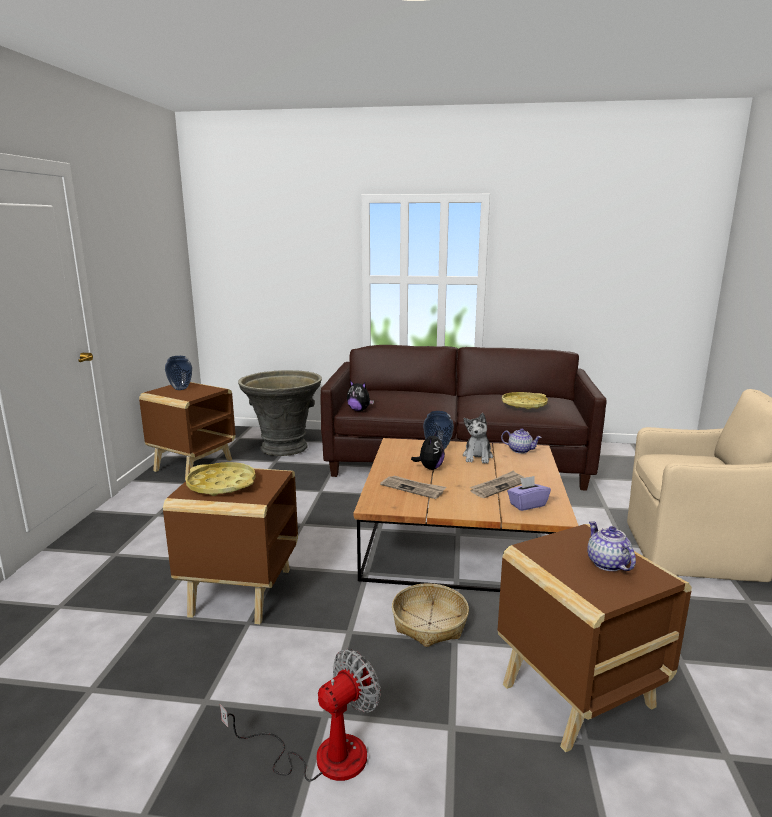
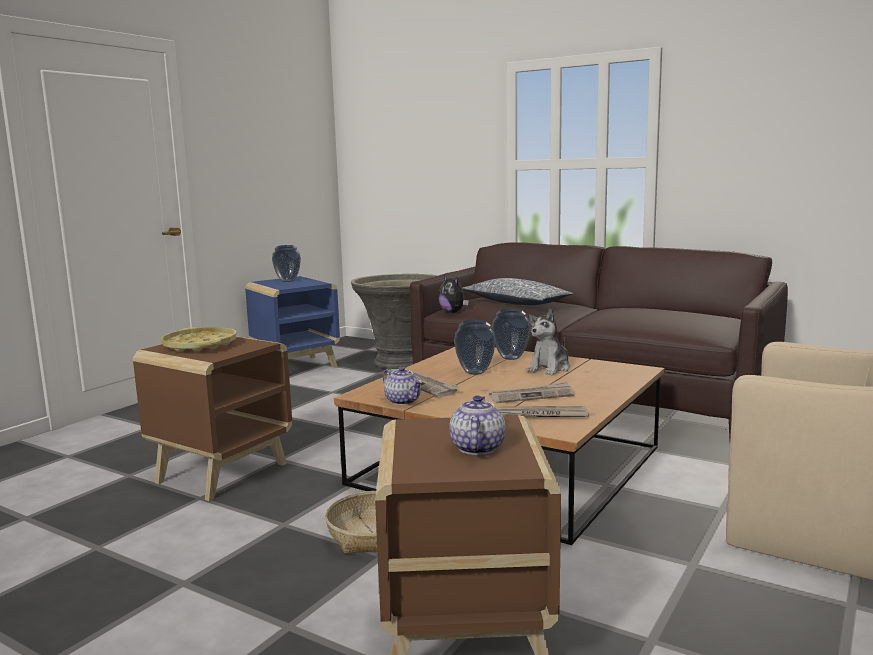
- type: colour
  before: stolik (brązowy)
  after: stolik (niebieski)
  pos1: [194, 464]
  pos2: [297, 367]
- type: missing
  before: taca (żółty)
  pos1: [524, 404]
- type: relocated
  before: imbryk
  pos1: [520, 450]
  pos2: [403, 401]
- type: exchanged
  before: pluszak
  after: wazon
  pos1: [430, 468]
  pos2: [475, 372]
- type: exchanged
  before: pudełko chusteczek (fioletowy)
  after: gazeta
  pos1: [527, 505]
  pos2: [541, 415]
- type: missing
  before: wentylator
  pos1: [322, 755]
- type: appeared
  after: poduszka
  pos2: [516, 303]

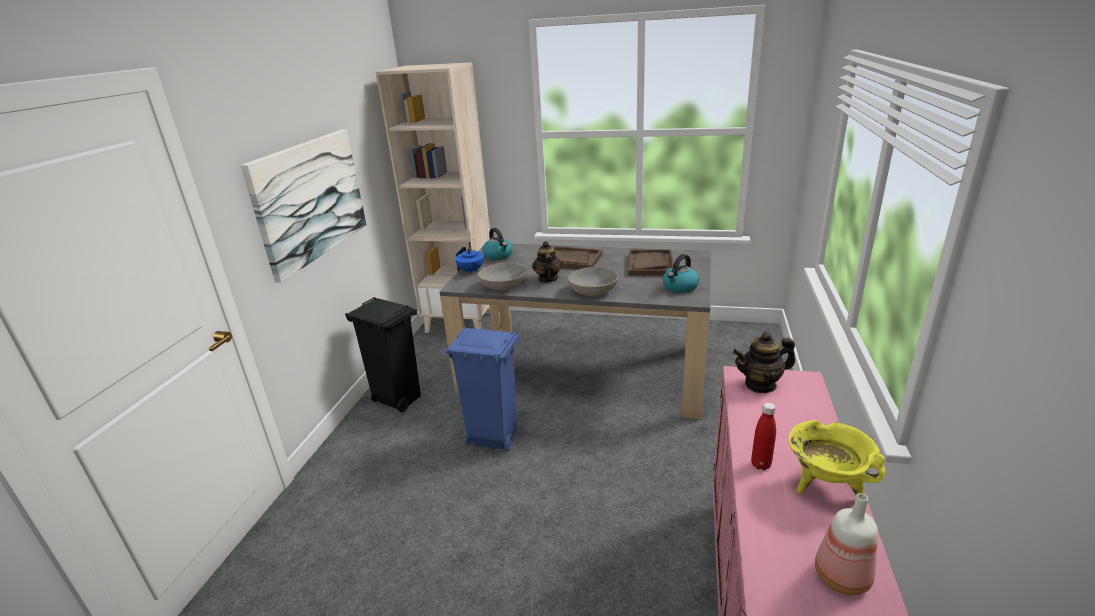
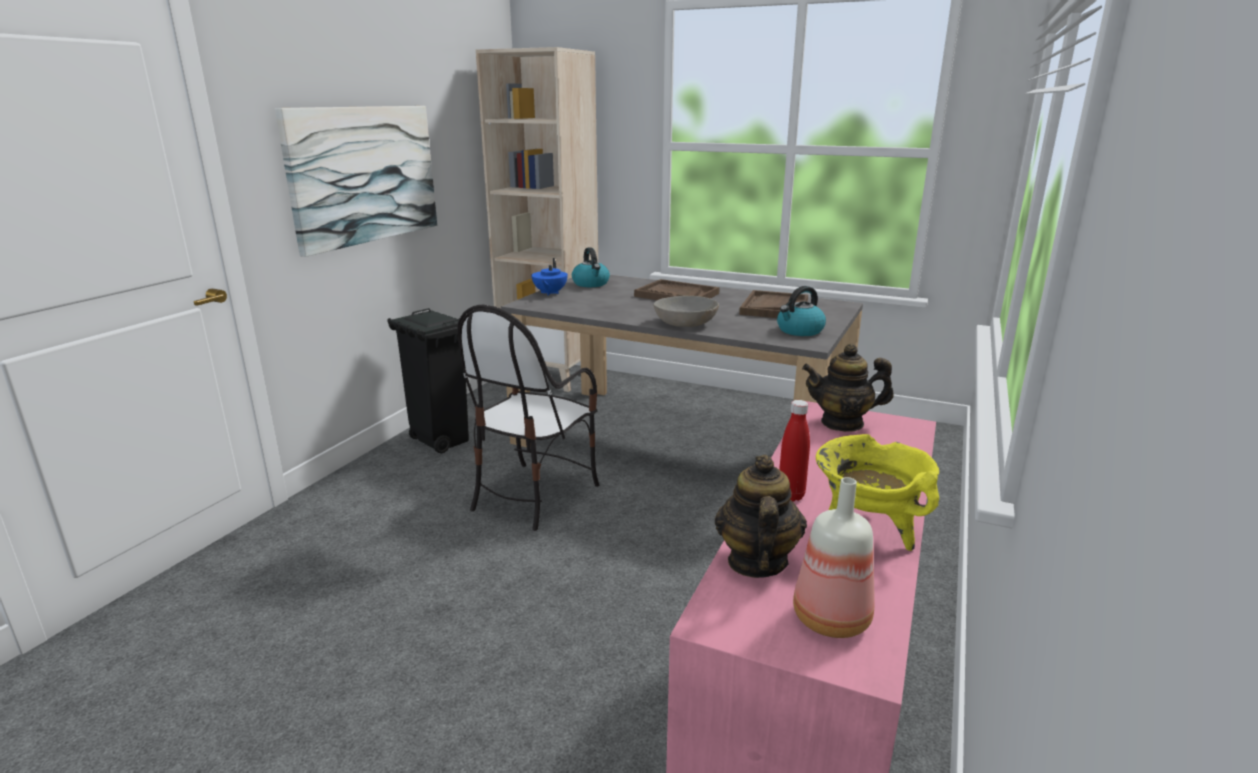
- type: relocated
  before: imbryk
  pos1: [547, 279]
  pos2: [756, 562]
- type: missing
  before: miska (szary)
  pos1: [503, 285]
- type: exchanged
  before: kosz na śmieci (niebieski)
  after: krzesło
  pos1: [493, 438]
  pos2: [533, 495]

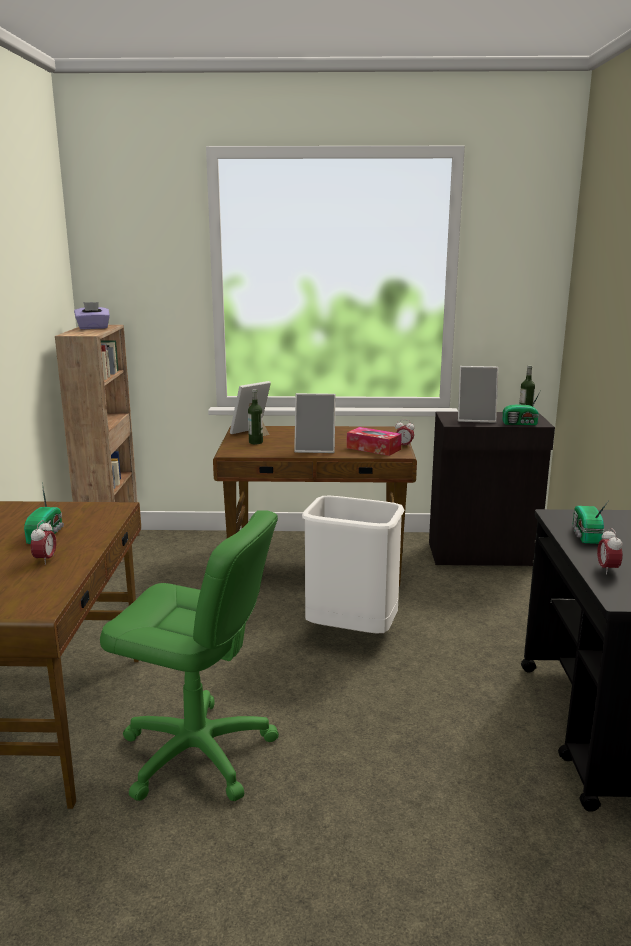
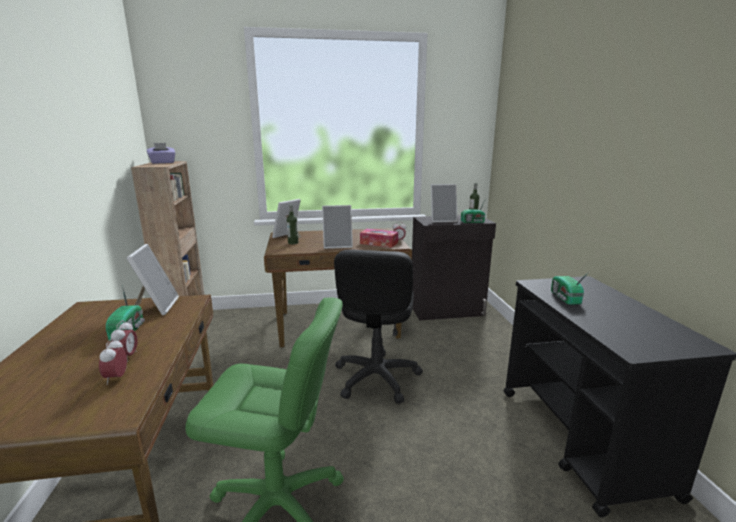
- type: exchanged
  before: kosz na śmieci (biały)
  after: krzesło biurowe (czarny)
  pos1: [350, 632]
  pos2: [376, 378]
- type: relocated
  before: budzik
  pos1: [607, 569]
  pos2: [116, 378]
- type: appeared
  after: ramka na zdjęcie
  pos2: [156, 306]

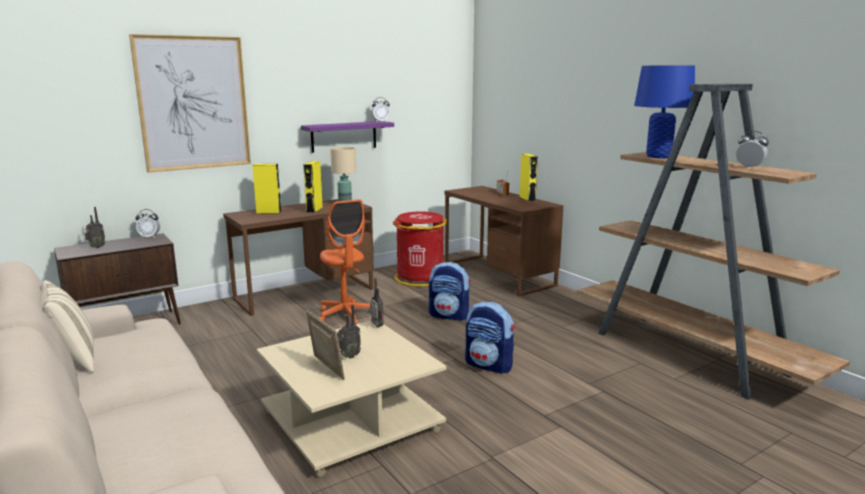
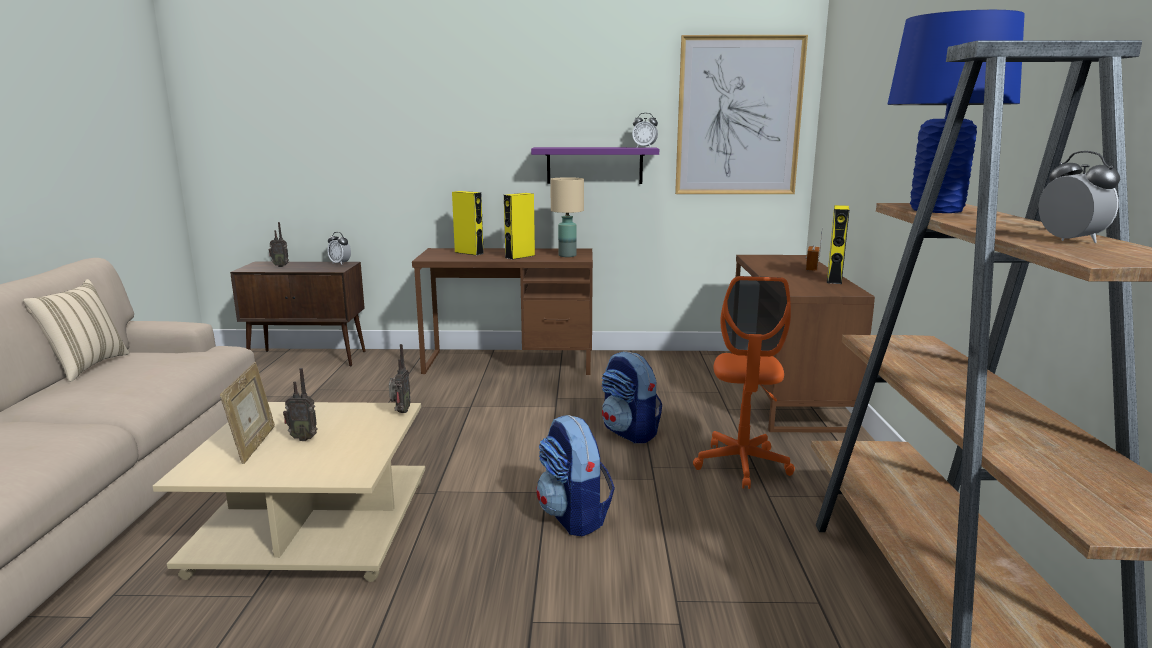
- type: relocated
  before: obraz
  pos1: [193, 103]
  pos2: [738, 116]
- type: relocated
  before: krzesło biurowe (pomarańczowy)
  pos1: [345, 315]
  pos2: [742, 465]
- type: missing
  before: kosz na śmieci (czerwony)
  pos1: [420, 278]

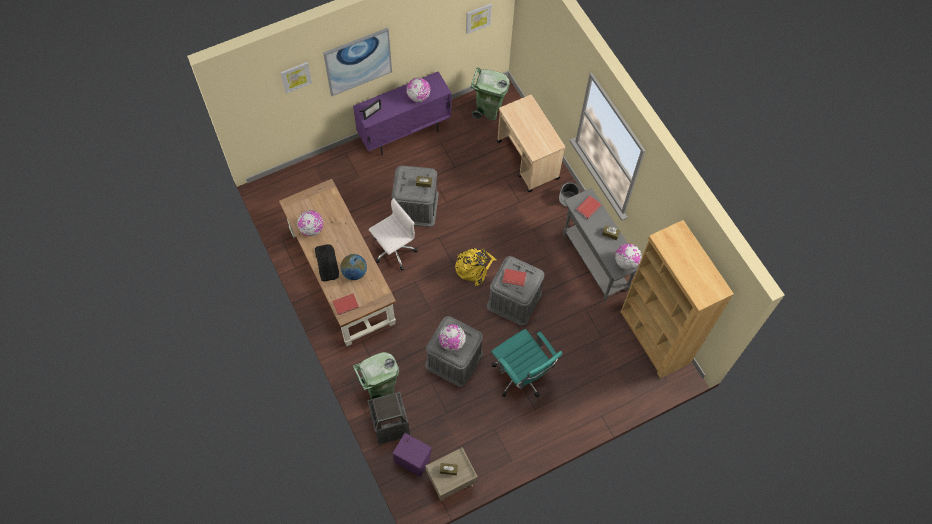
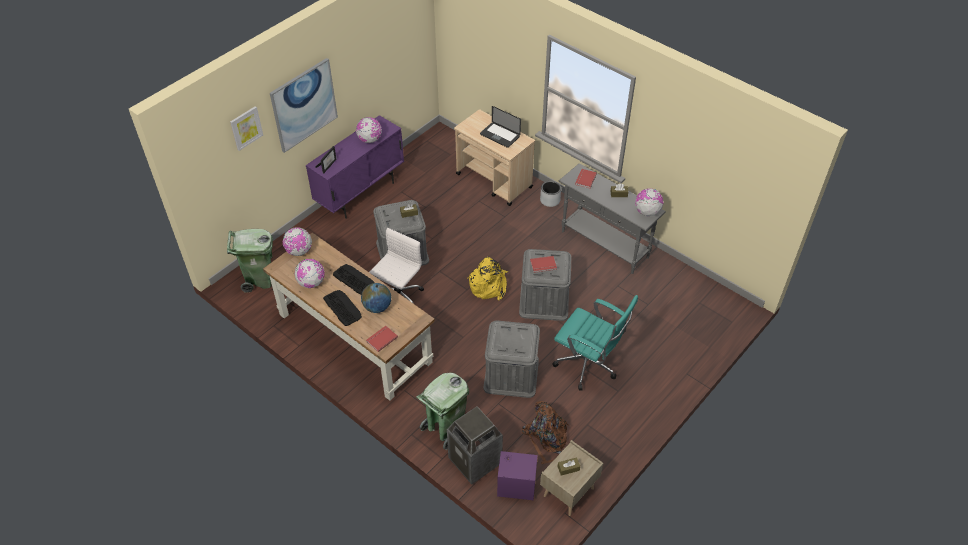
- type: missing
  before: obraz
  pos1: [478, 18]
- type: relocated
  before: kosz na śmieci (zielony)
  pos1: [488, 110]
  pos2: [259, 279]
- type: missing
  before: regał (brązowy)
  pos1: [654, 338]
- type: relocated
  before: globus
  pos1: [452, 342]
  pos2: [299, 251]
- type: appeared
  after: laptop
  pos2: [500, 135]
- type: appeared
  after: klawiatura
  pos2: [354, 280]
- type: appeared
  after: plecak (brązowy)
  pos2: [546, 438]

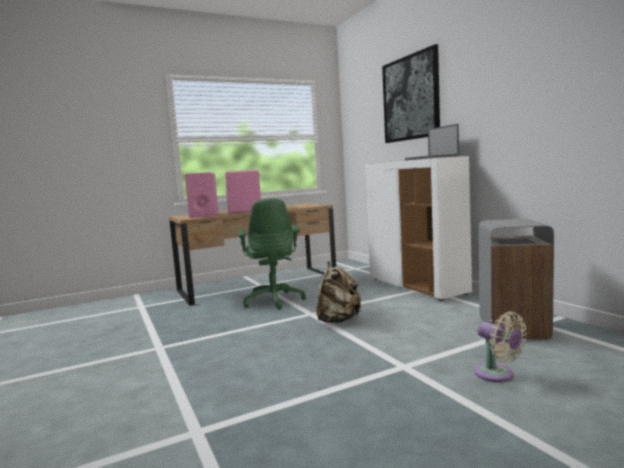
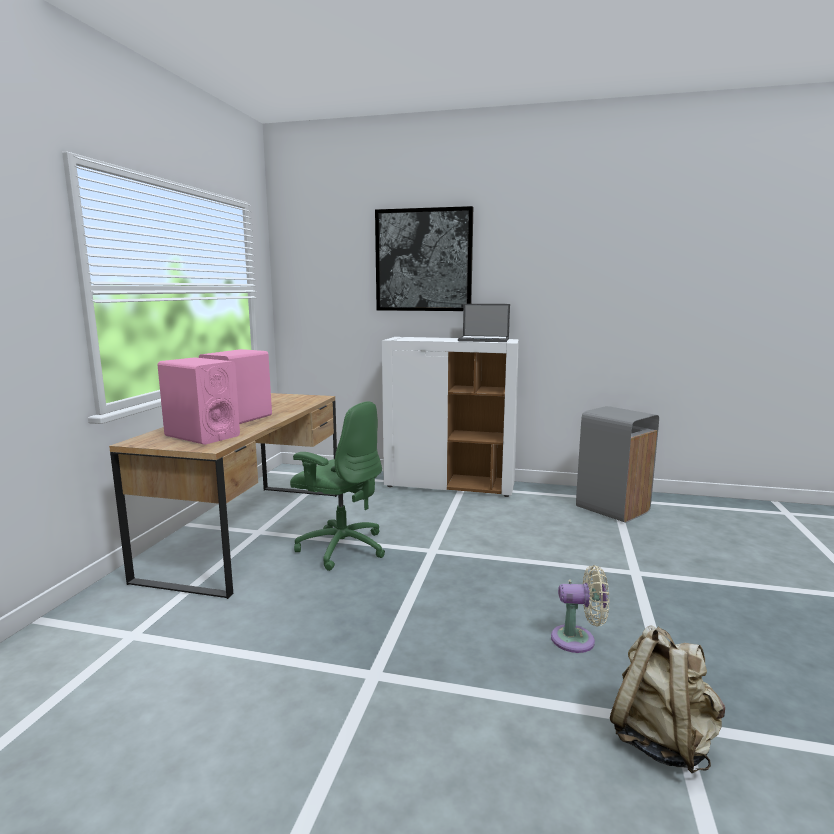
- type: relocated
  before: plecak (beżowy)
  pos1: [338, 320]
  pos2: [662, 740]
- type: relocated
  before: wentylator (beżowy)
  pos1: [497, 375]
  pos2: [578, 640]

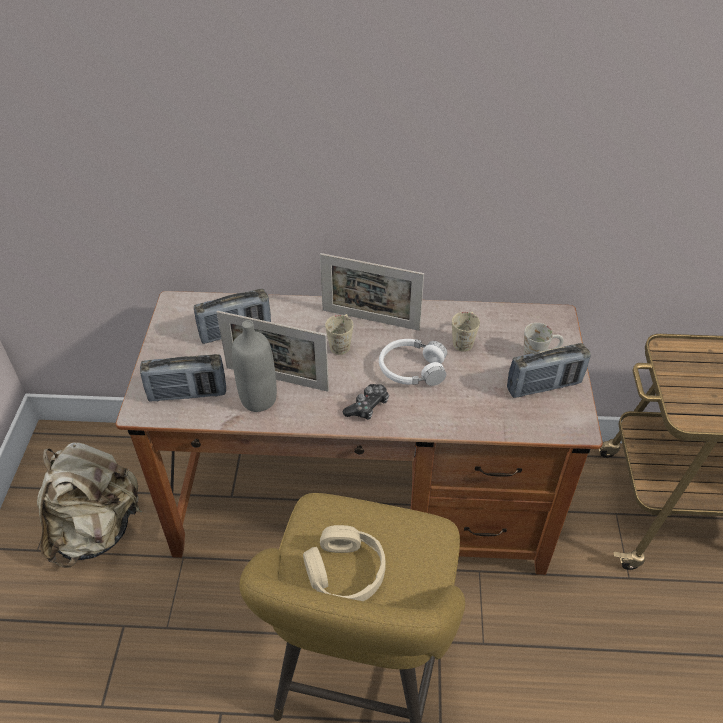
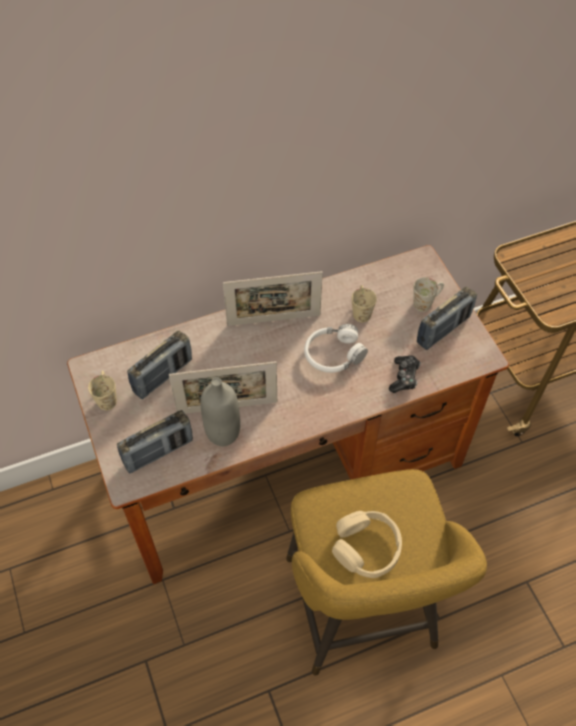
- type: relocated
  before: kubek (beżowy)
  pos1: [341, 343]
  pos2: [106, 396]
- type: relocated
  before: pad do gier
  pos1: [367, 406]
  pos2: [404, 377]
- type: missing
  before: plecak (beżowy)
  pos1: [97, 529]

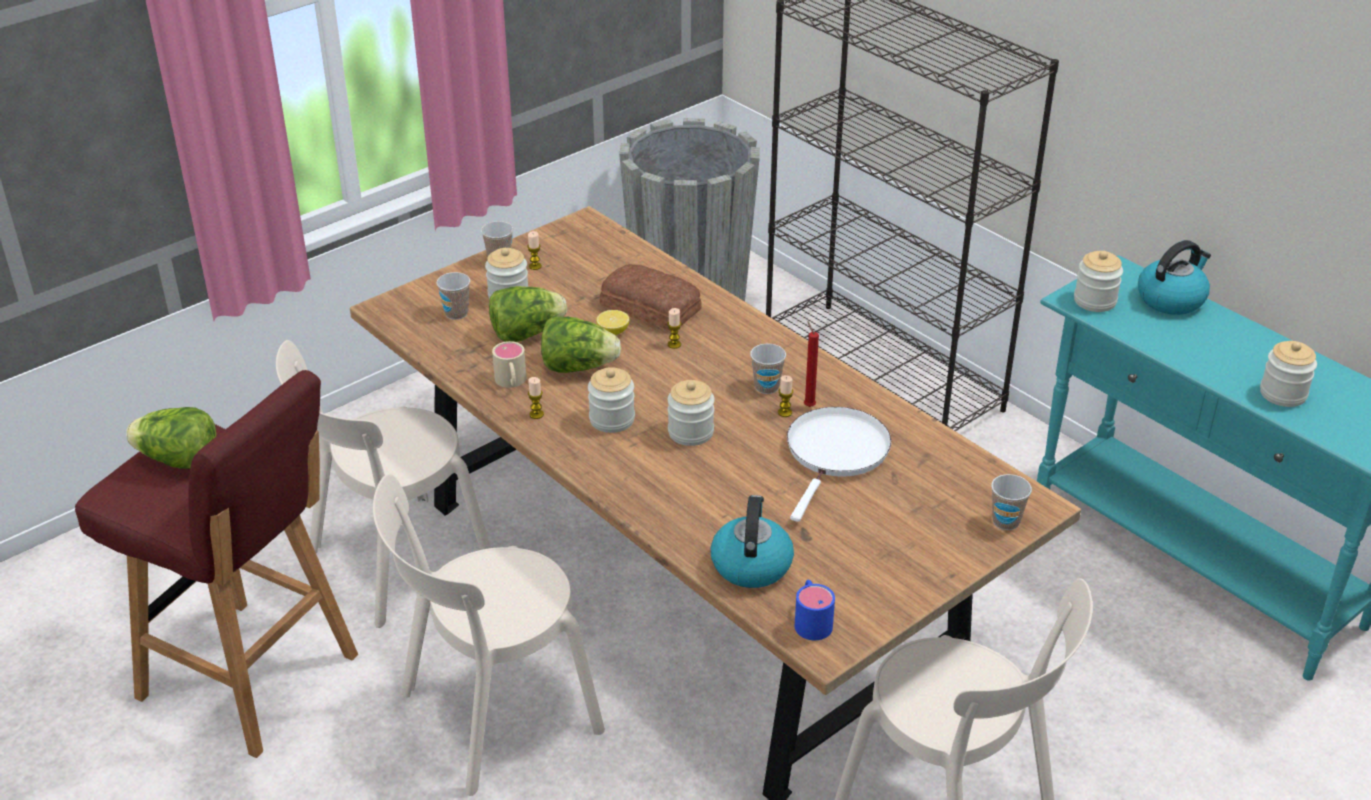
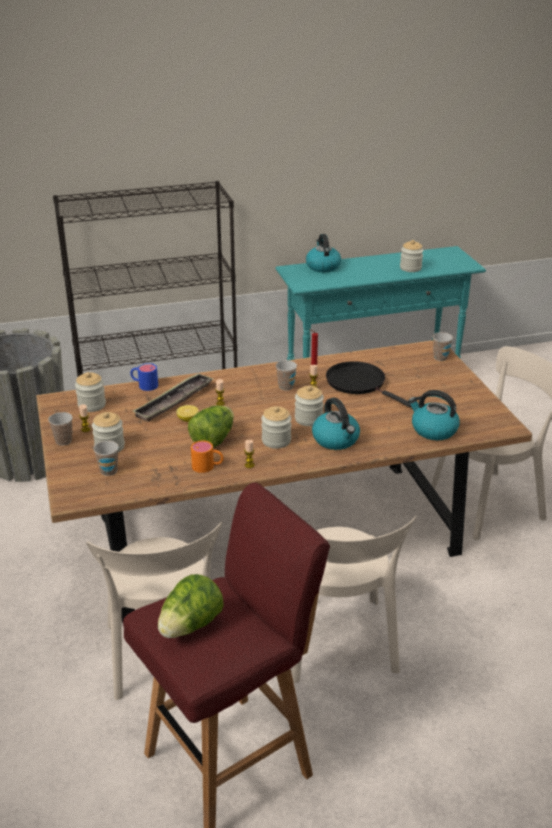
- type: relocated
  before: słoik
  pos1: [1095, 301]
  pos2: [92, 405]
- type: exchanged
  before: chleb
  after: taca
  pos1: [650, 307]
  pos2: [174, 401]
- type: missing
  before: sałata
  pos1: [526, 333]
- type: colour
  before: kubek (beżowy)
  after: kubek (pomarańczowy)
  pos1: [511, 382]
  pos2: [208, 467]
- type: colour
  before: patelnia (biały)
  after: patelnia (czarny)
  pos1: [836, 453]
  pos2: [359, 383]
- type: relocated
  before: kubek (niebieski)
  pos1: [811, 620]
  pos2: [144, 385]
- type: appeared
  after: czajnik
  pos2: [336, 440]

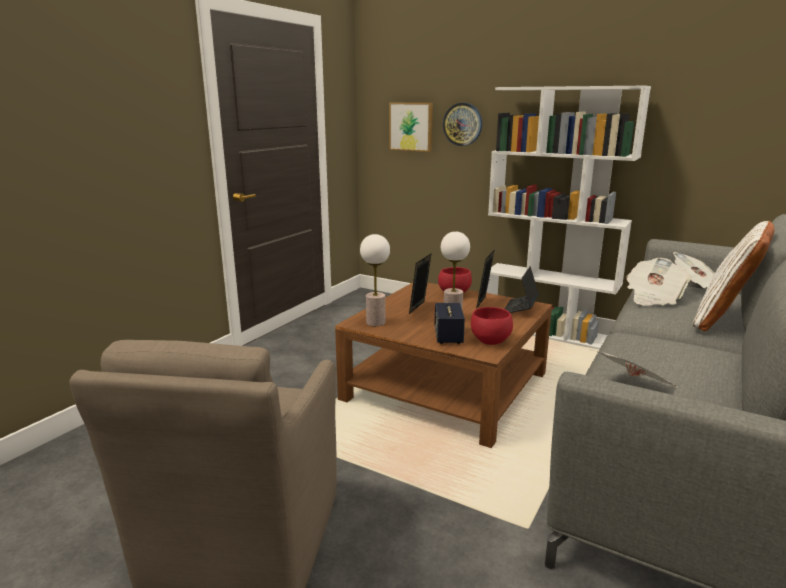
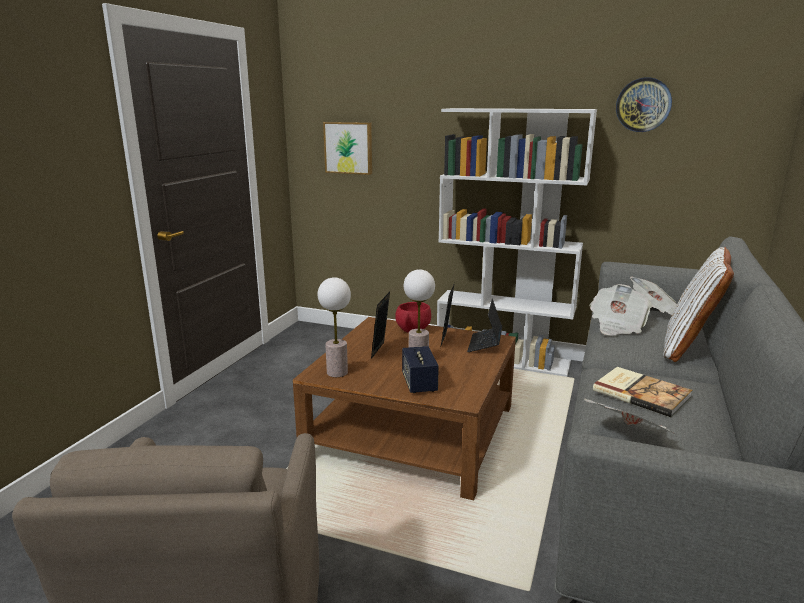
- type: relocated
  before: zegar ścienny
  pos1: [462, 124]
  pos2: [643, 105]
- type: missing
  before: miska (czerwony)
  pos1: [489, 341]
- type: appeared
  after: książka
  pos2: [641, 393]

